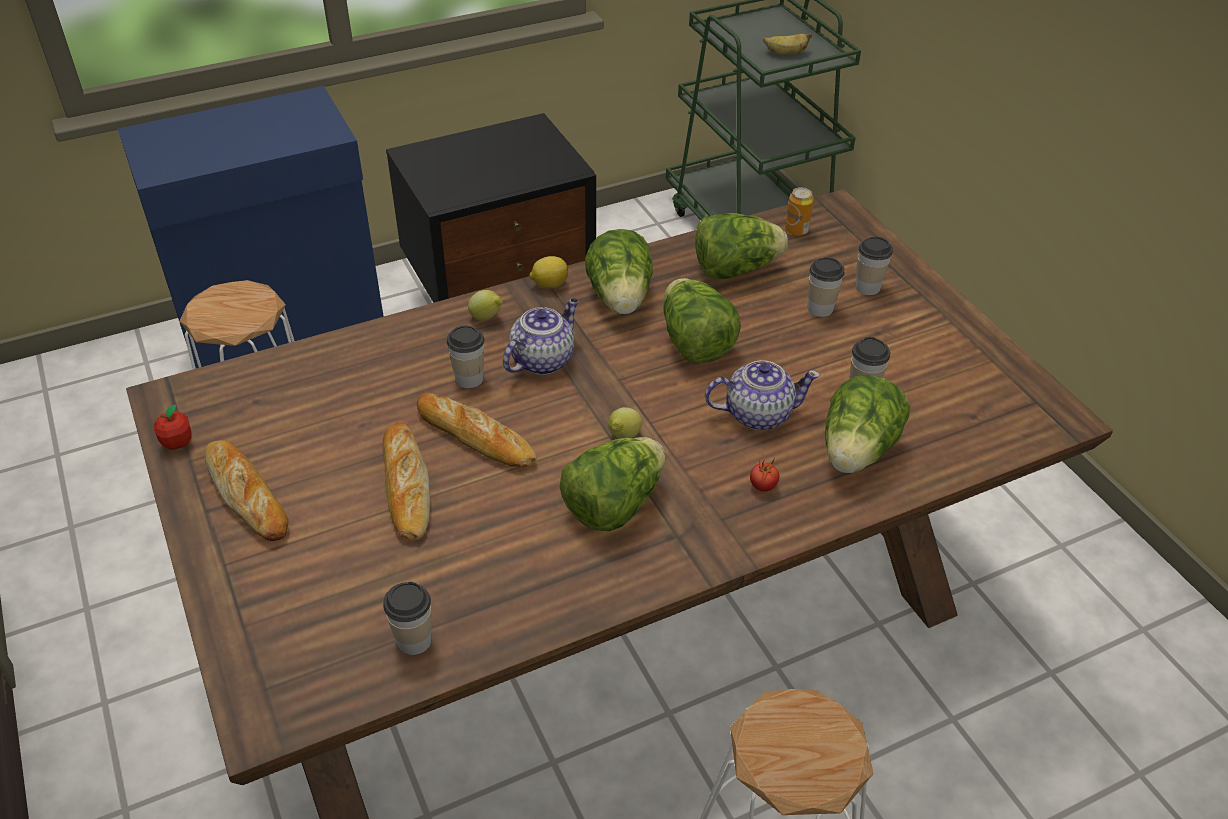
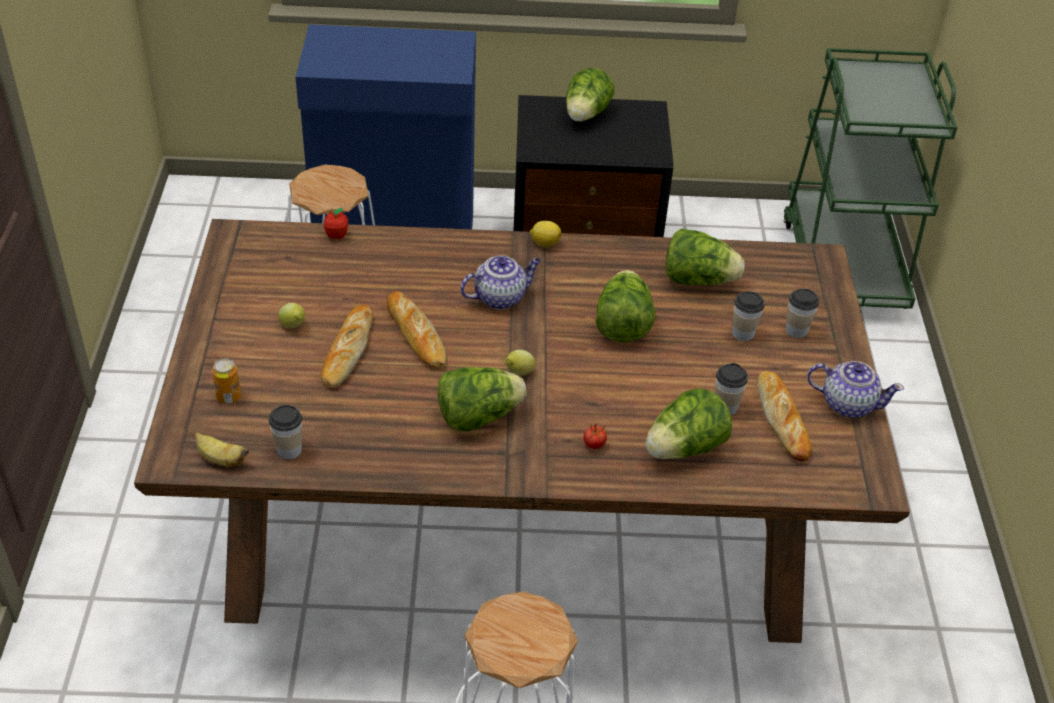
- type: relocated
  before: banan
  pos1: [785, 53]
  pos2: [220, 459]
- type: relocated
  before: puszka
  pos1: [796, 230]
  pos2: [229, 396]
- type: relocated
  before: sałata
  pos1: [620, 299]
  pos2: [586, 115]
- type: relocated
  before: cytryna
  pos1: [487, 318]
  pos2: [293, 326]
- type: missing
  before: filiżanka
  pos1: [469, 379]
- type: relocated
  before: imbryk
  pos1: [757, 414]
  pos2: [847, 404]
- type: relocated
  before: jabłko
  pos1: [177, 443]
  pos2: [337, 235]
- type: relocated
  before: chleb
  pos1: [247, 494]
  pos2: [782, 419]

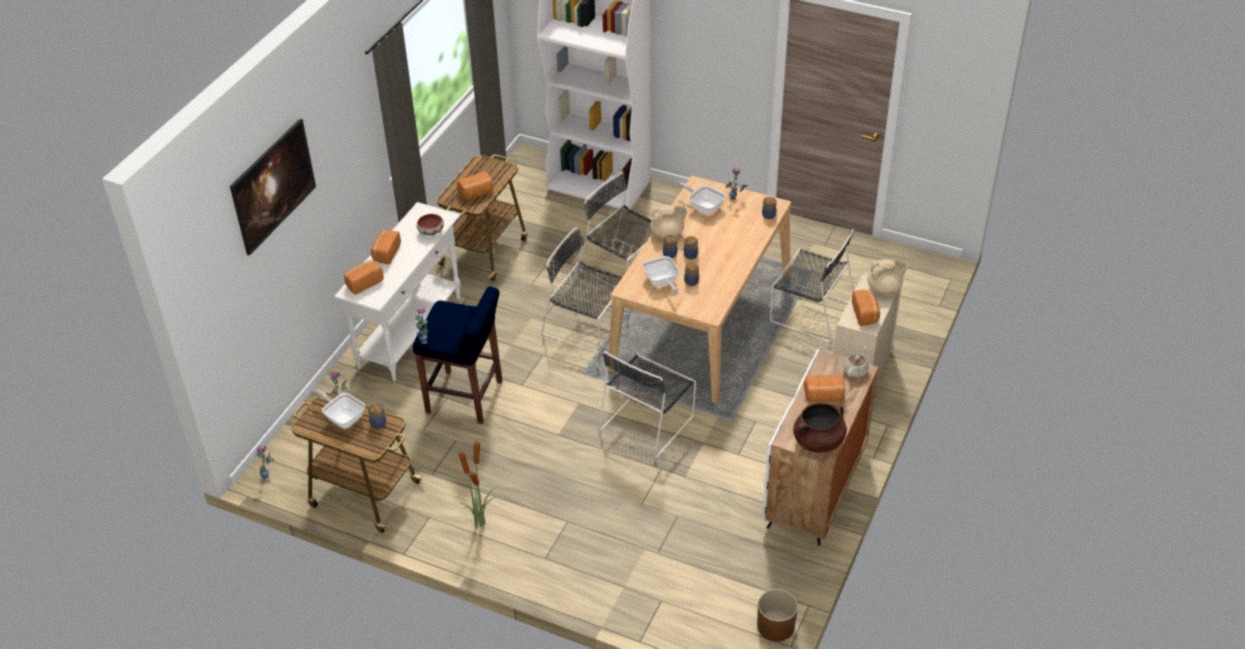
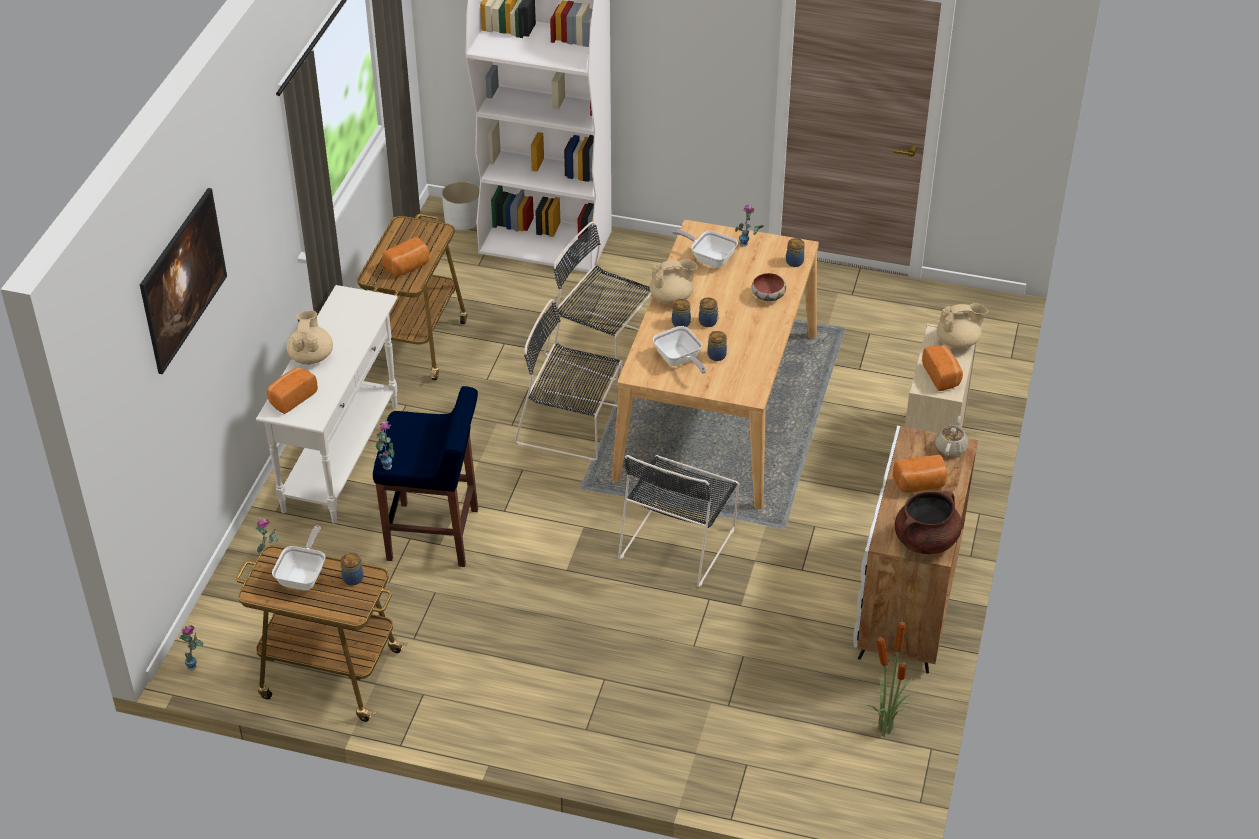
- type: relocated
  before: miska
  pos1: [431, 232]
  pos2: [768, 296]
- type: missing
  before: krzesło (czarny)
  pos1: [809, 312]
- type: exchanged
  before: chleb
  after: imbryk (beżowy)
  pos1: [385, 253]
  pos2: [311, 356]
- type: spun
  before: patelnia
  pos1: [343, 417]
  pos2: [304, 576]
  turn: 75
- type: relocated
  before: roślina doniczkowa
  pos1: [481, 522]
  pos2: [886, 728]
- type: missing
  before: donica (brązowy)
  pos1: [775, 626]
- type: appeared
  after: donica (biały)
  pos2: [462, 219]

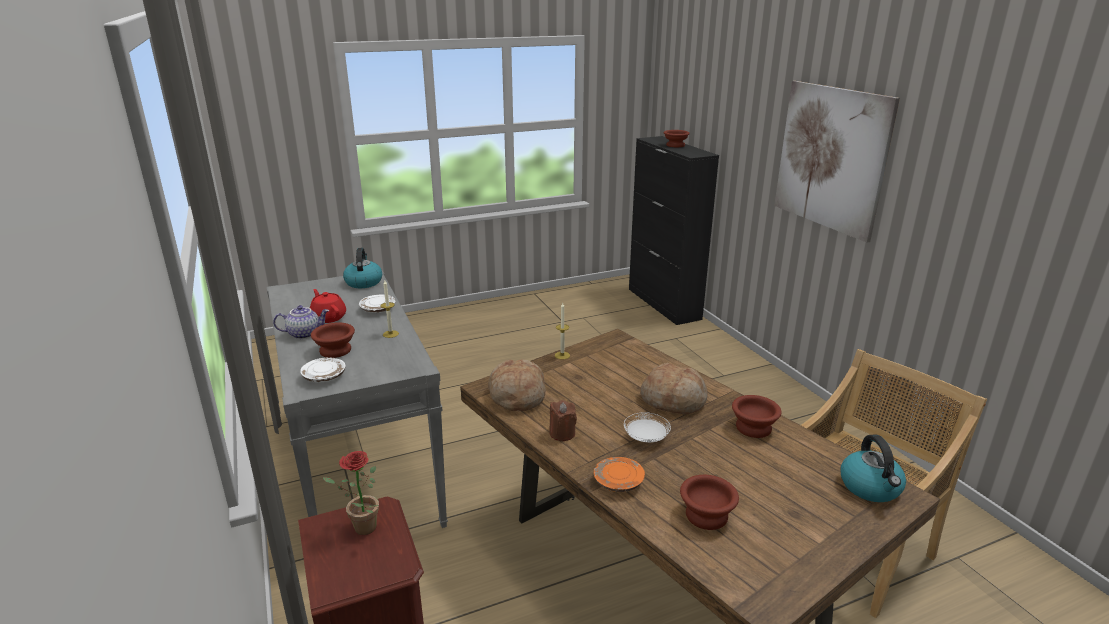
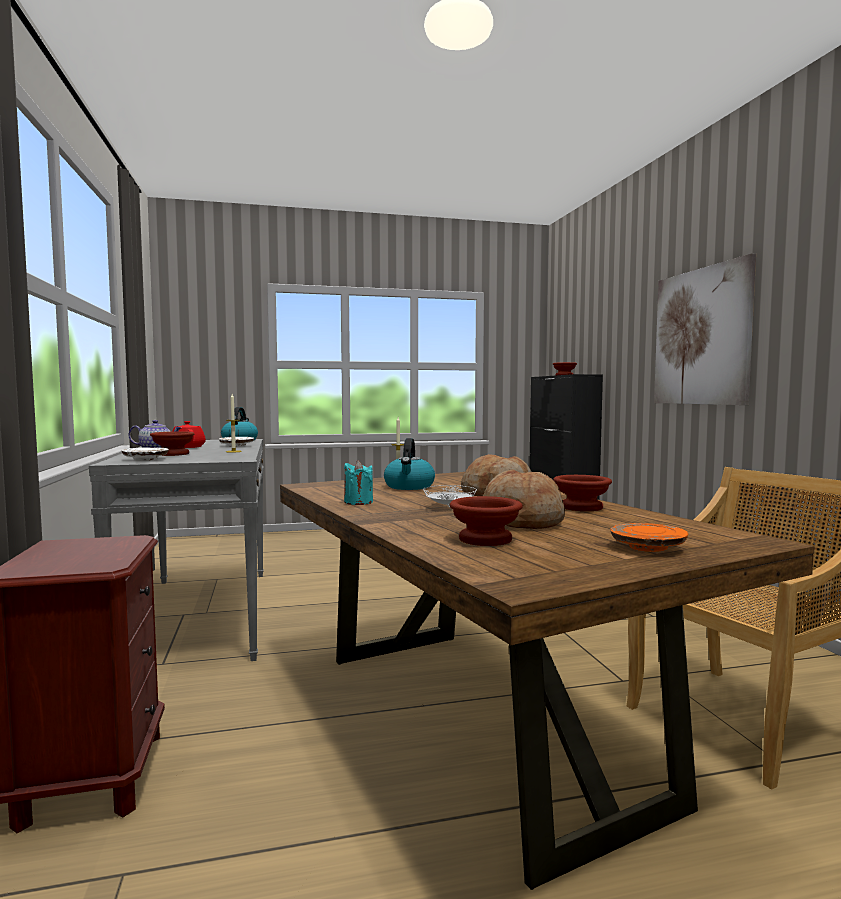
- type: relocated
  before: chleb
  pos1: [516, 396]
  pos2: [522, 520]
- type: colour
  before: świeca (brązowy)
  after: świeca (turkusowy)
  pos1: [562, 433]
  pos2: [358, 502]
- type: relocated
  before: czajnik
  pos1: [871, 487]
  pos2: [409, 487]
- type: missing
  before: roślina doniczkowa
  pos1: [360, 528]
- type: relocated
  before: talerz (pomarańczowy)
  pos1: [618, 482]
  pos2: [647, 547]

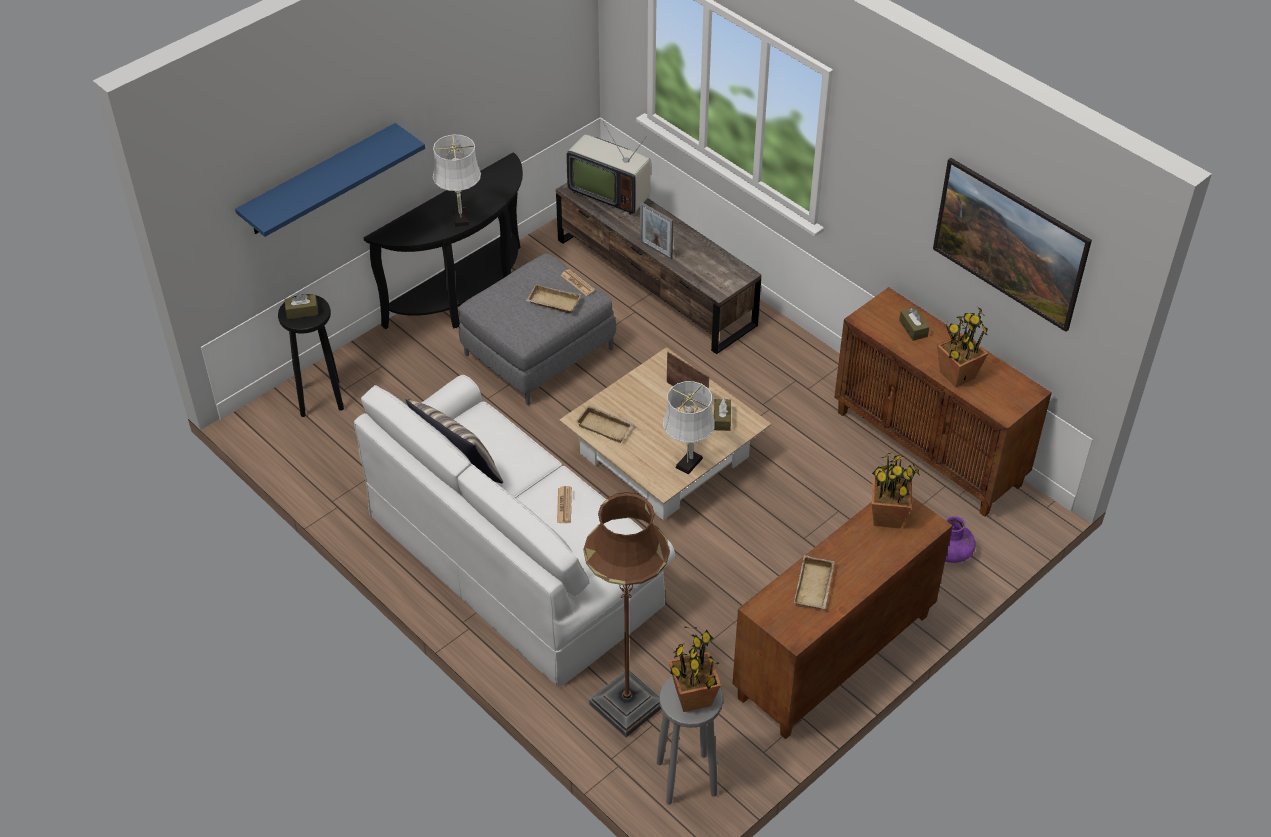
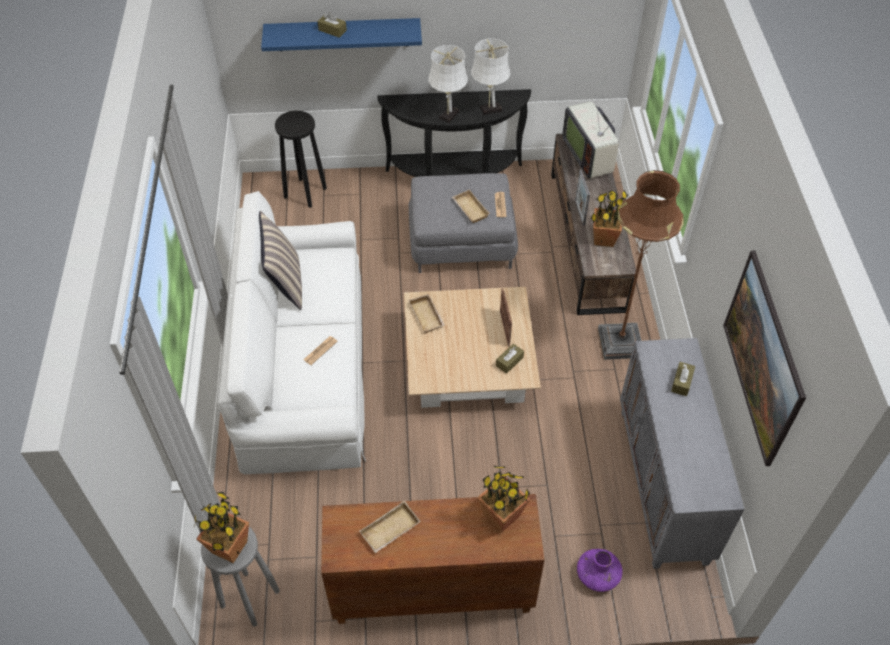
- type: colour
  before: szafka (brązowy)
  after: szafka (szary)
  pos1: [929, 448]
  pos2: [664, 486]
- type: relocated
  before: pudełko chusteczek (brązowy)
  pos1: [302, 311]
  pos2: [332, 30]
- type: relocated
  before: roślina doniczkowa
  pos1: [957, 375]
  pos2: [603, 239]
- type: relocated
  before: lampa stołowa (biały)
  pos1: [687, 464]
  pos2: [489, 109]
- type: relocated
  before: lampa stojąca (brązowy)
  pos1: [627, 704]
  pos2: [620, 342]

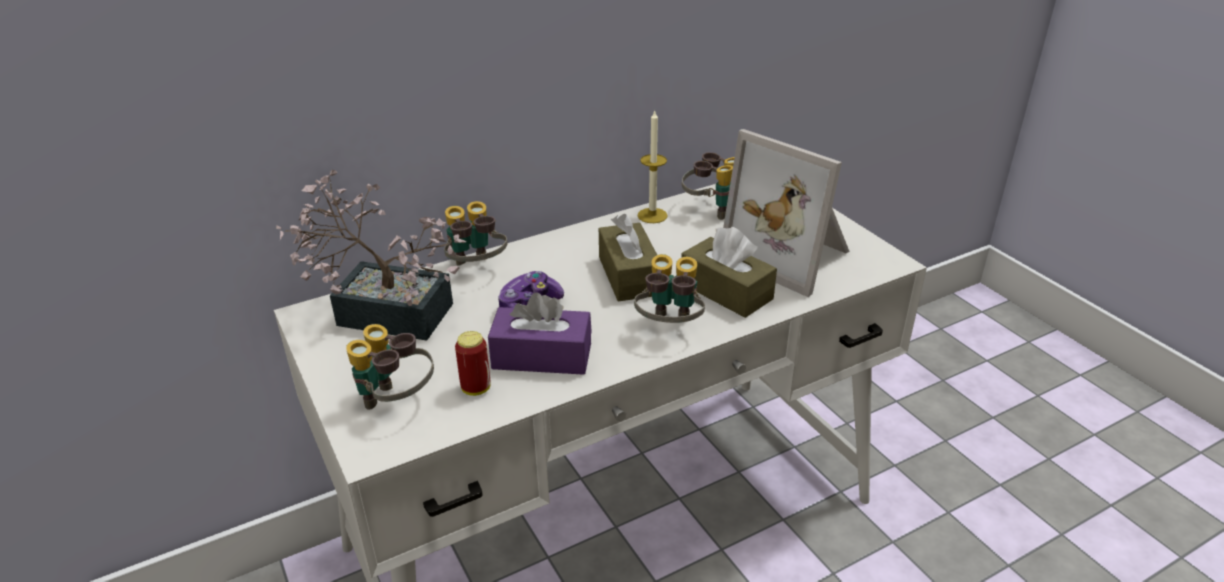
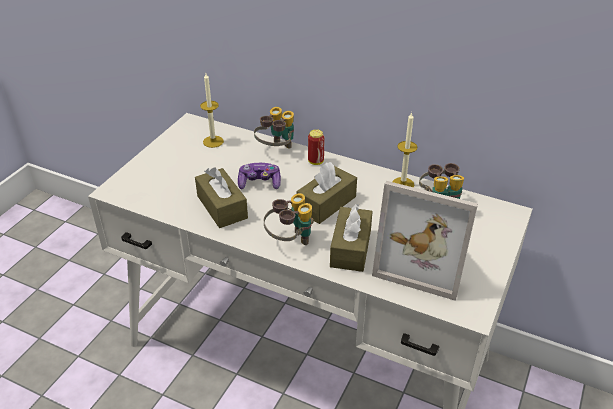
- type: spun
  before: ramka na zdjęcie
  pos1: [790, 256]
  pos2: [424, 261]
  turn: -75
- type: exchanged
  before: roślina doniczkowa
  after: świeca
  pos1: [383, 311]
  pos2: [213, 141]
- type: colour
  before: pudełko chusteczek (fioletowy)
  after: pudełko chusteczek (brązowy)
  pos1: [542, 356]
  pos2: [222, 207]
- type: missing
  before: lornetka
  pos1: [396, 402]
- type: relocated
  before: puszka
  pos1: [476, 388]
  pos2: [315, 162]

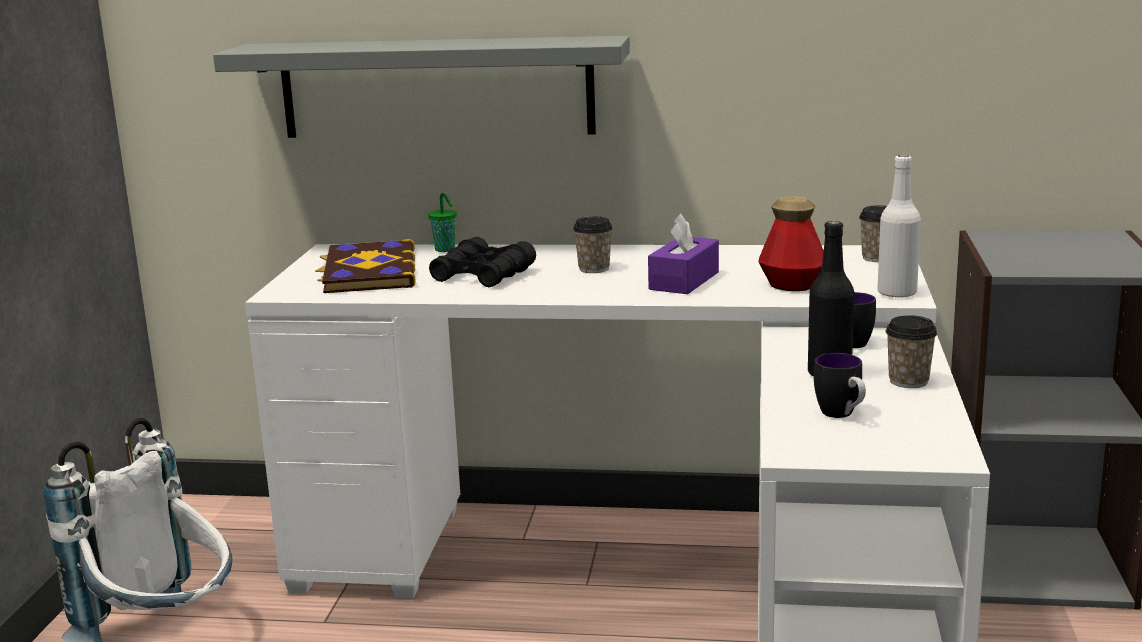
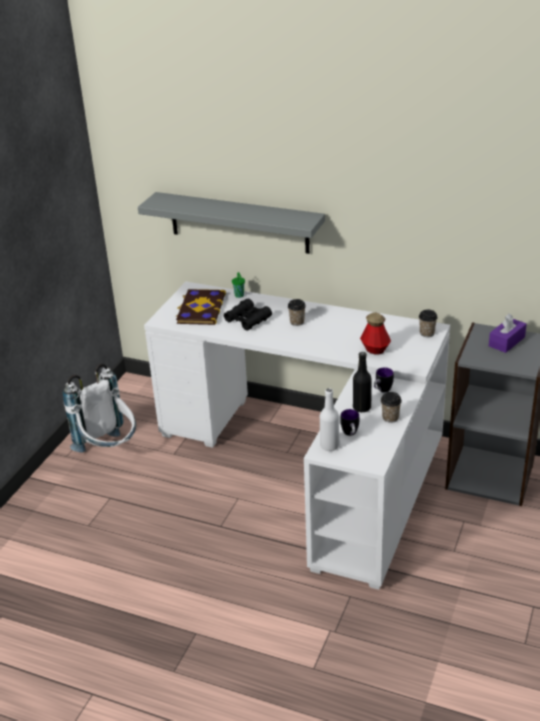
- type: relocated
  before: butelka (biały)
  pos1: [897, 293]
  pos2: [329, 446]
- type: relocated
  before: pudełko chusteczek (fioletowy)
  pos1: [684, 281]
  pos2: [506, 341]

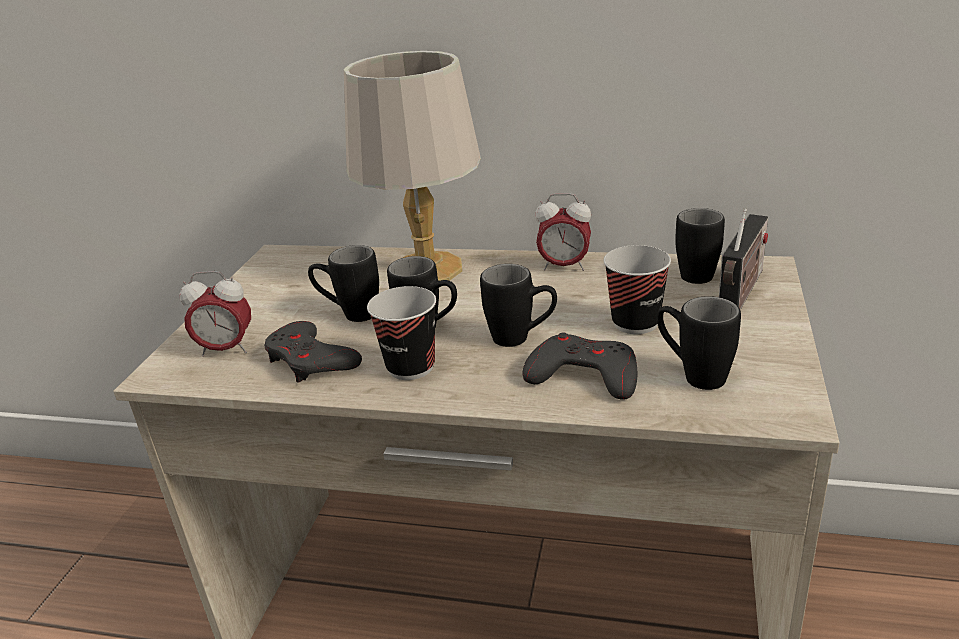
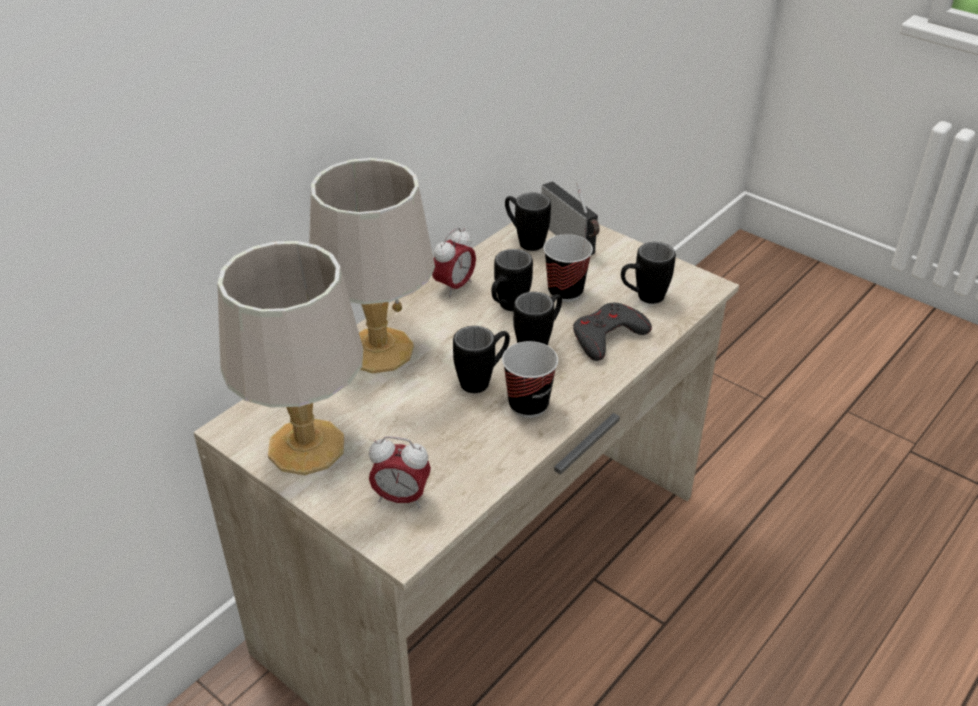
- type: relocated
  before: kubek (czarny)
  pos1: [350, 314]
  pos2: [507, 308]
- type: spun
  before: budzik
  pos1: [226, 349]
  pos2: [401, 498]
  turn: 75
- type: missing
  before: pad do gier (szary)
  pos1: [311, 360]
- type: appeared
  after: lampa stołowa (szary)
  pos2: [304, 447]

